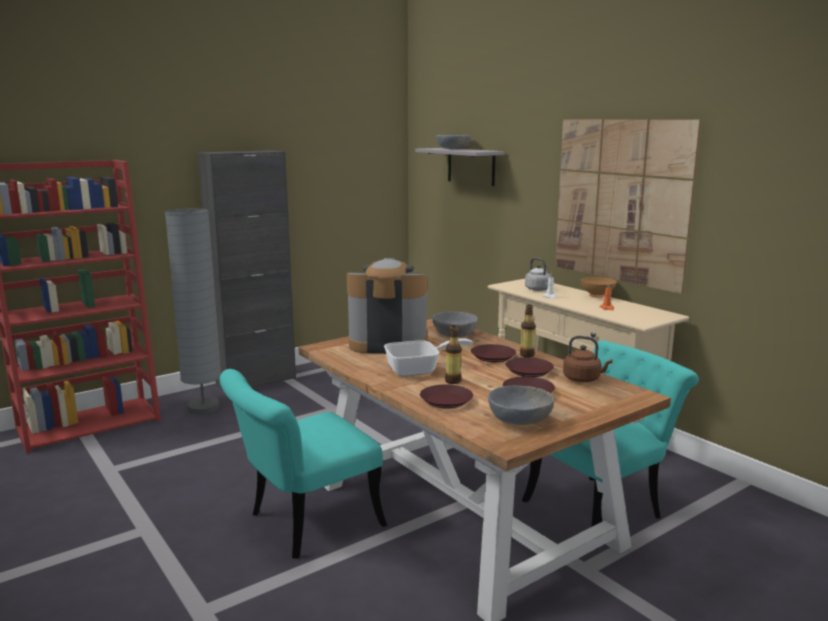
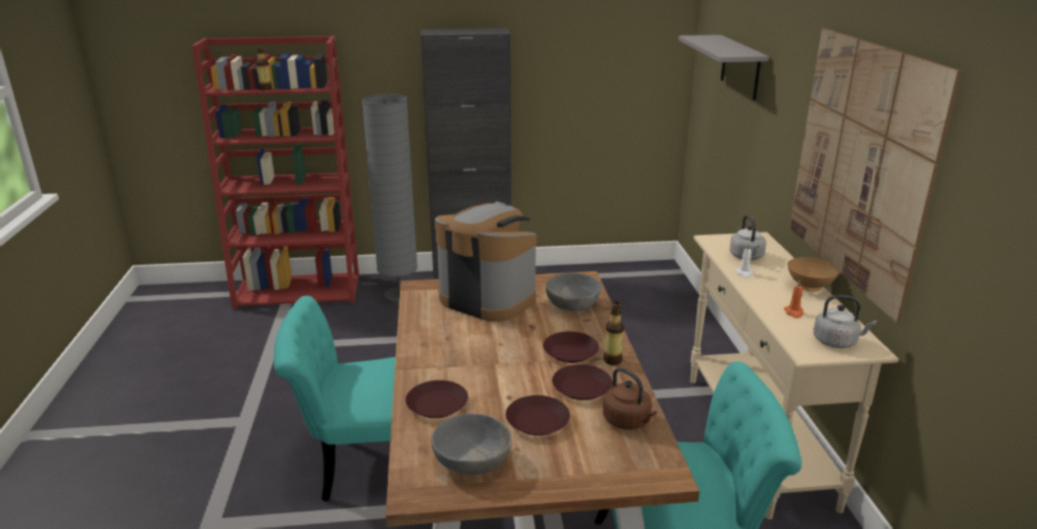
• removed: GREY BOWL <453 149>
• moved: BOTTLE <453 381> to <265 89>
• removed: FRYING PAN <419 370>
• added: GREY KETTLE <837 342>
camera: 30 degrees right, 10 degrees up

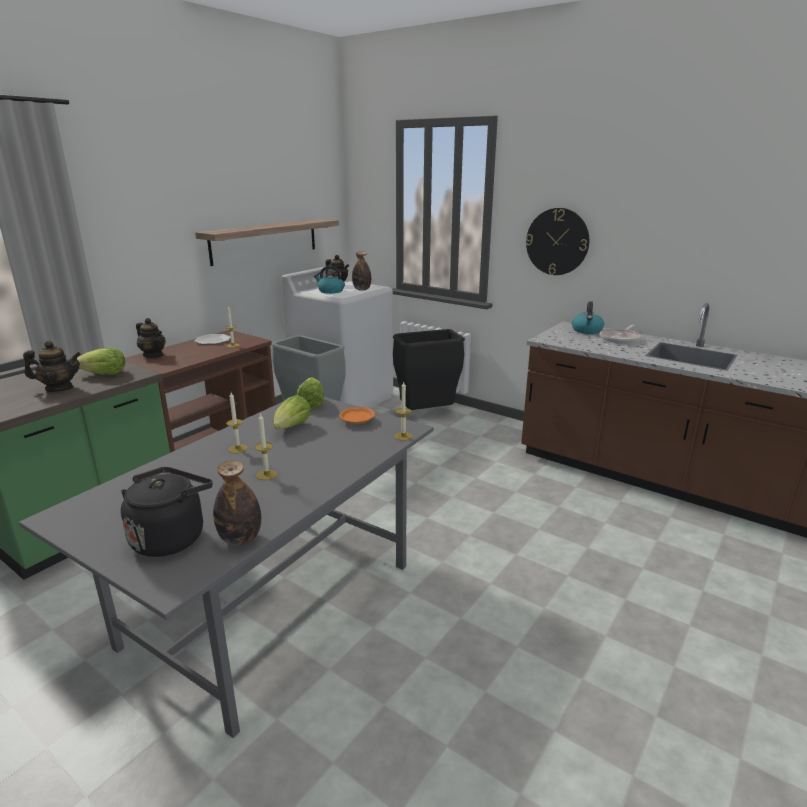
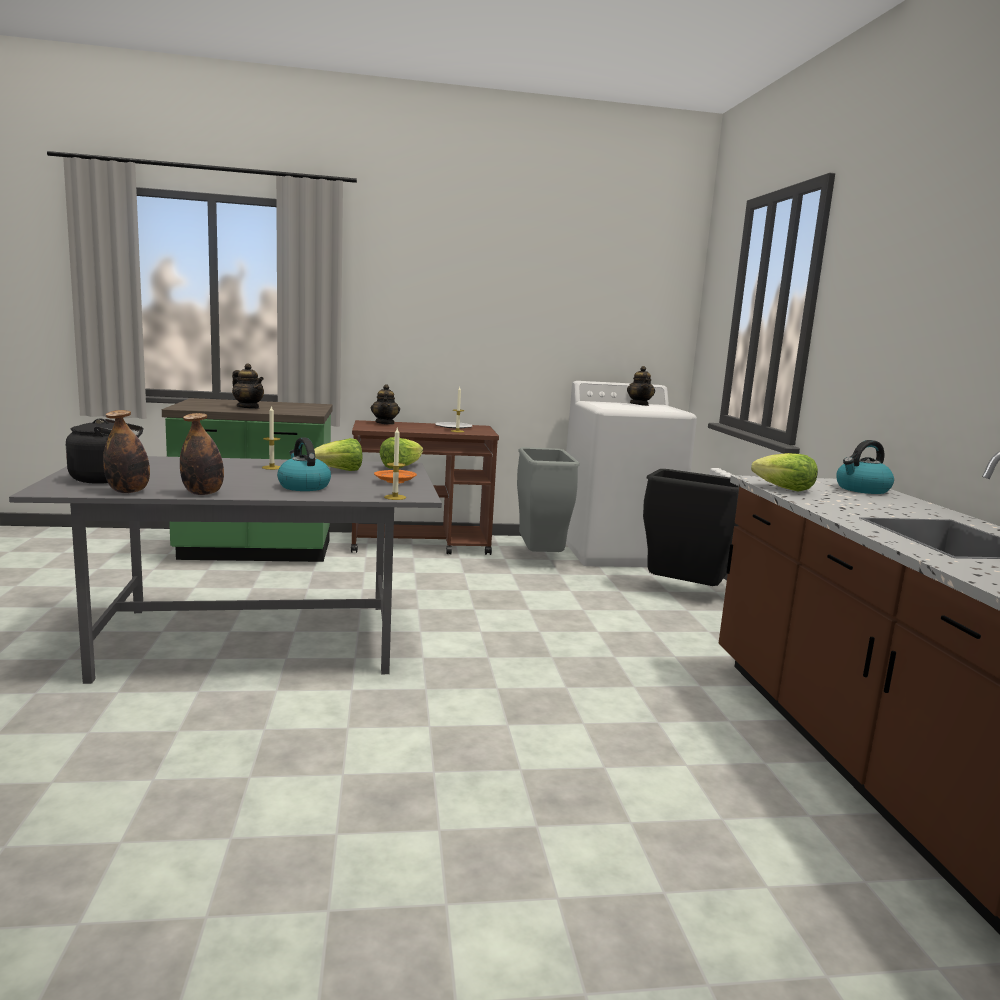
• removed: WALL CLOCK <557 241>
• removed: SHELF <265 241>
• moved: BOTTLE <362 289> to <203 493>
• moved: KETTLE <330 291> to <303 486>
• removed: FRYING PAN <620 339>
• moved: LETTUCE <105 374> to <784 489>
• removed: CANDLE <266 474>
camera: 45 degrees right, 10 degrees down

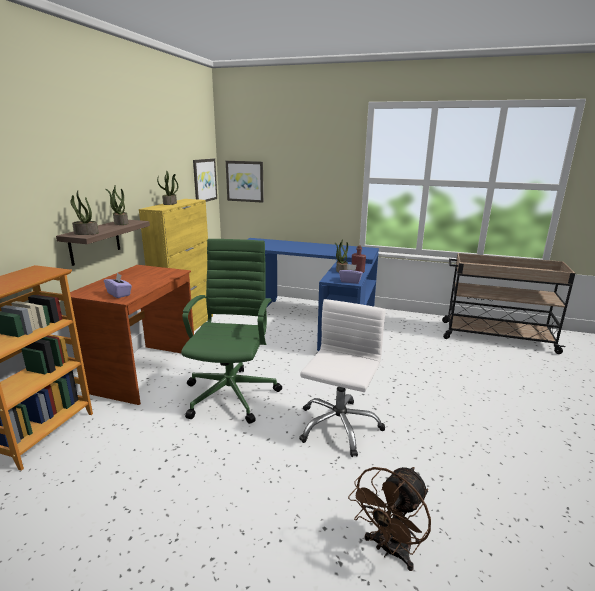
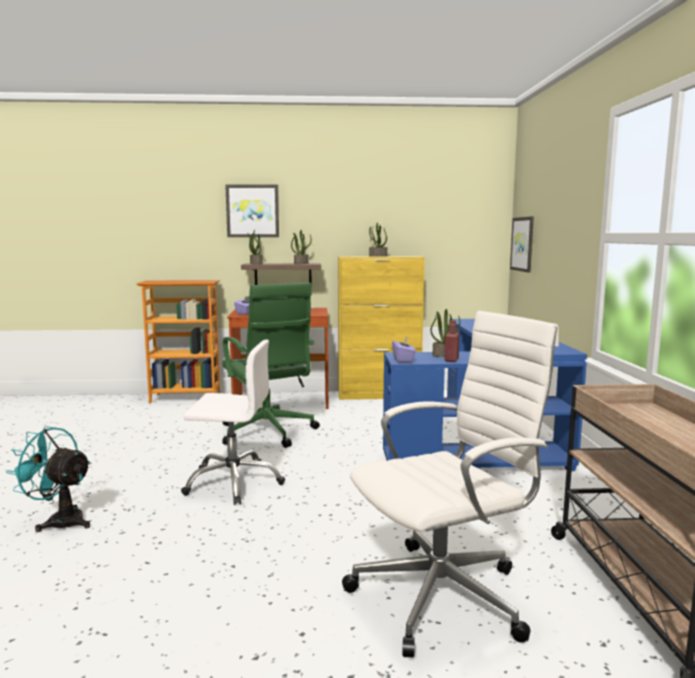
• moved: PICTURE <204 180> to <252 211>
• turned: GREEN OFFICE CHAIR <232 393> = <268 433> 75 degrees clockwise
• recoloured: BROWN FAN <389 550> to TURQUOISE FAN <60 520>
• added: WHITE OFFICE CHAIR <445 595>
camera: 70 degrees right, 10 degrees down

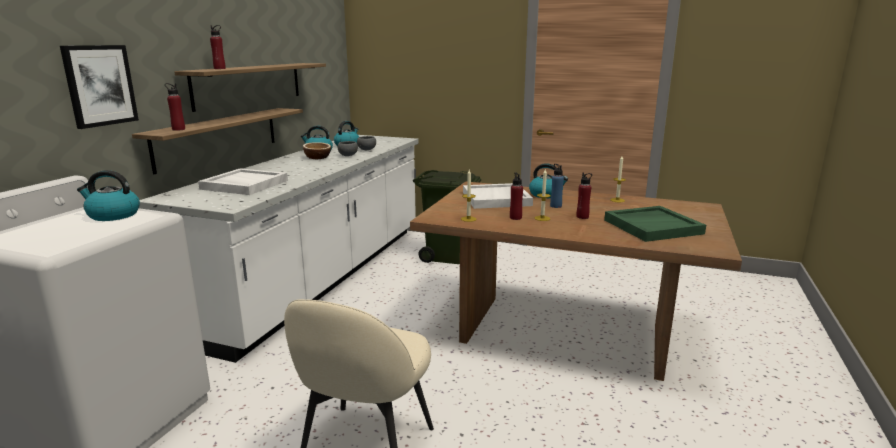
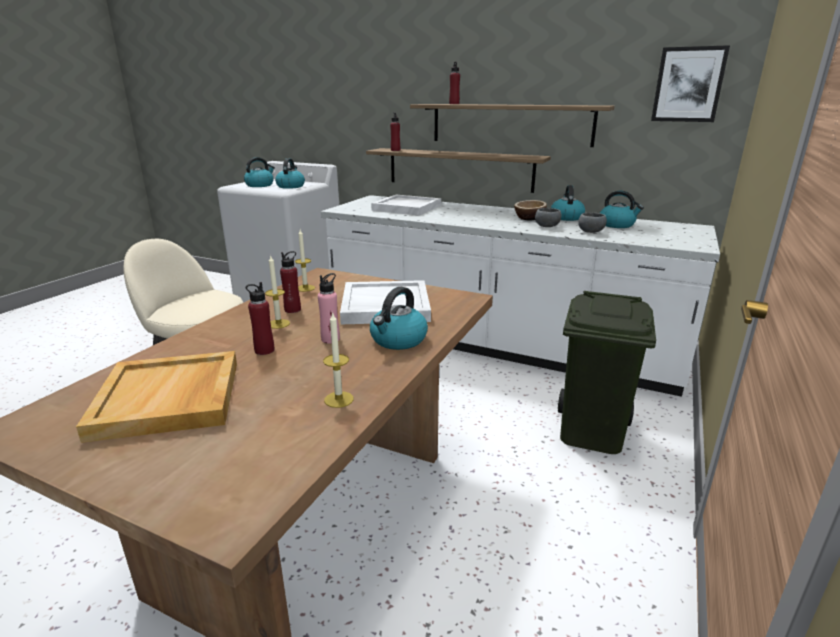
• moved: PICTURE <100 85> to <688 85>
• recoloured: BLUE BOTTLE <556 206> to PINK BOTTLE <330 339>
• recoloured: GREEN TRAY <652 226> to BEIGE TRAY <170 399>
• added: KETTLE <260 185>
camera: 95 degrees right, 5 degrees up

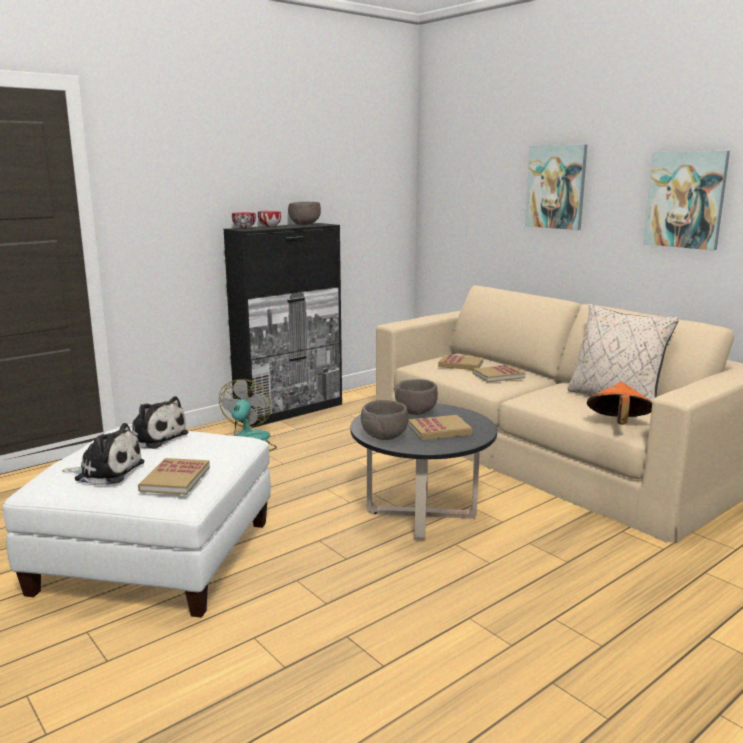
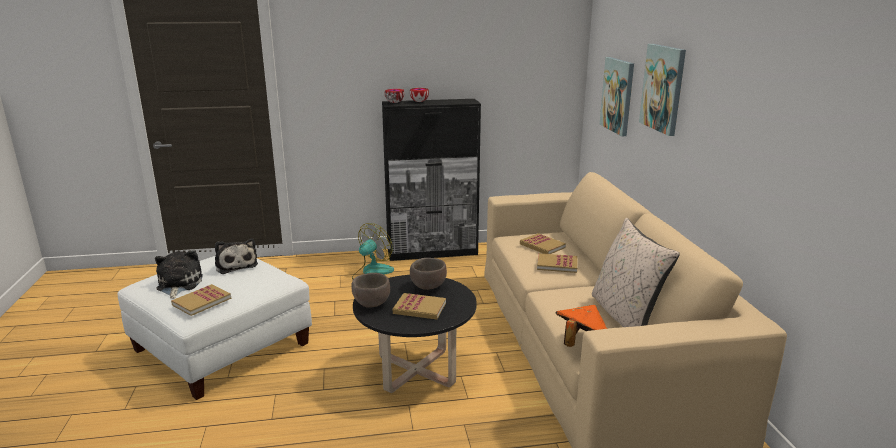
• moved: PICTURE <685 199> to <618 95>
• removed: BROWN BOWL <305 224>
• turned: PLUSH TOY <106 471> = <178 284> 135 degrees counterclockwise
camera: 30 degrees right, 5 degrees up

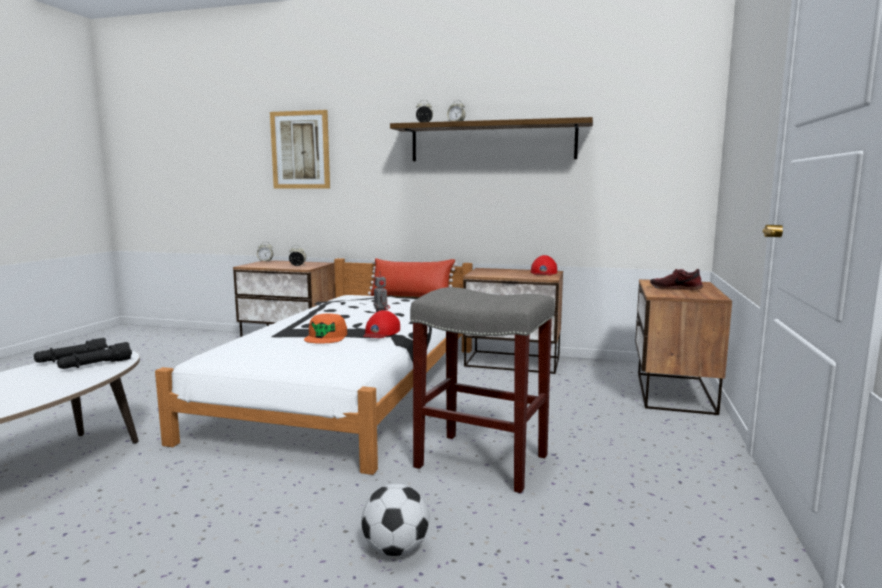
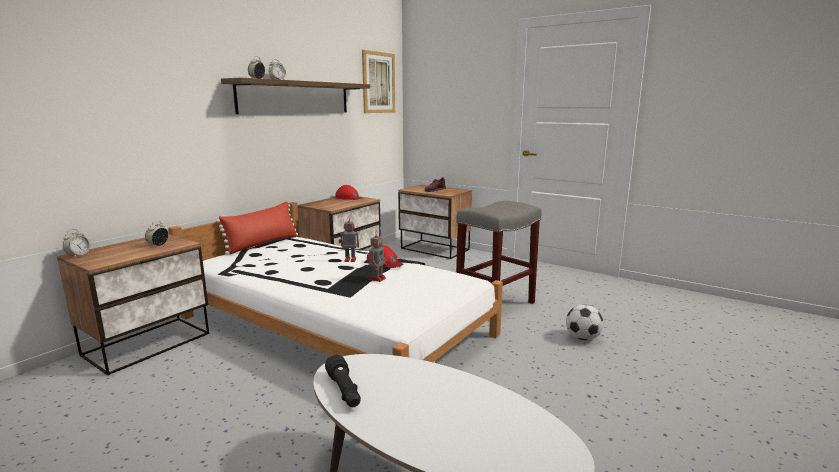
• moved: PICTURE <300 150> to <378 82>
• replaced: ORANGE CAP <326 337> to TOY ROBOT <377 278>
• removed: BLACK FLASHLIGHT <95 365>
camera: 70 degrees left, 5 degrees up

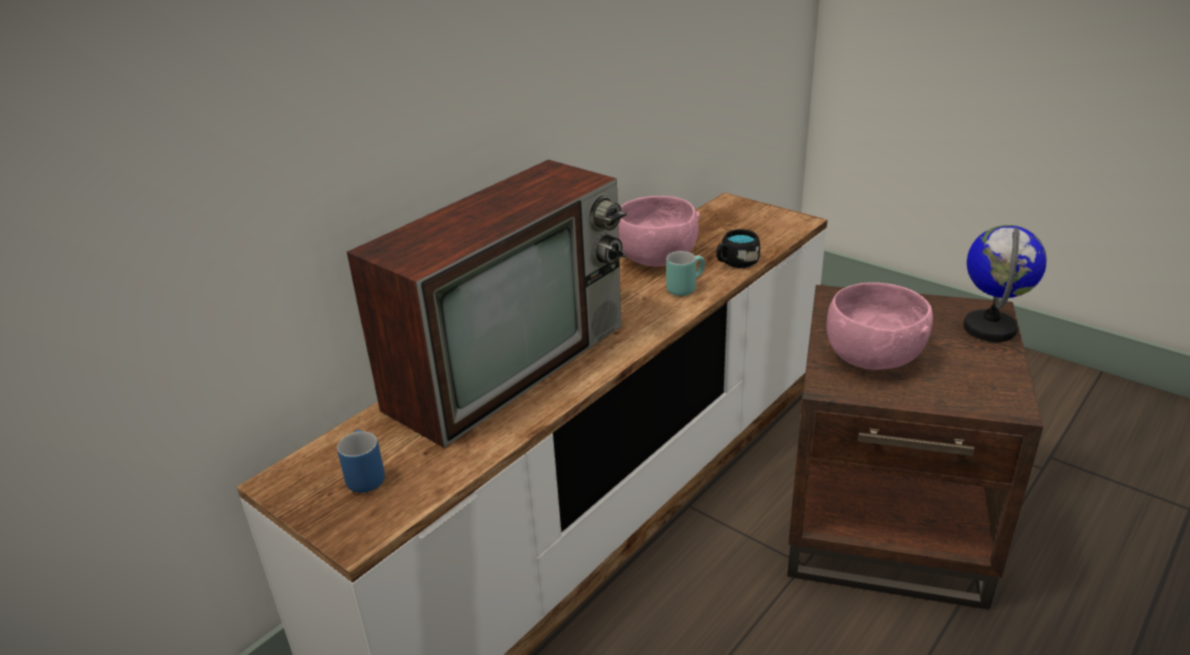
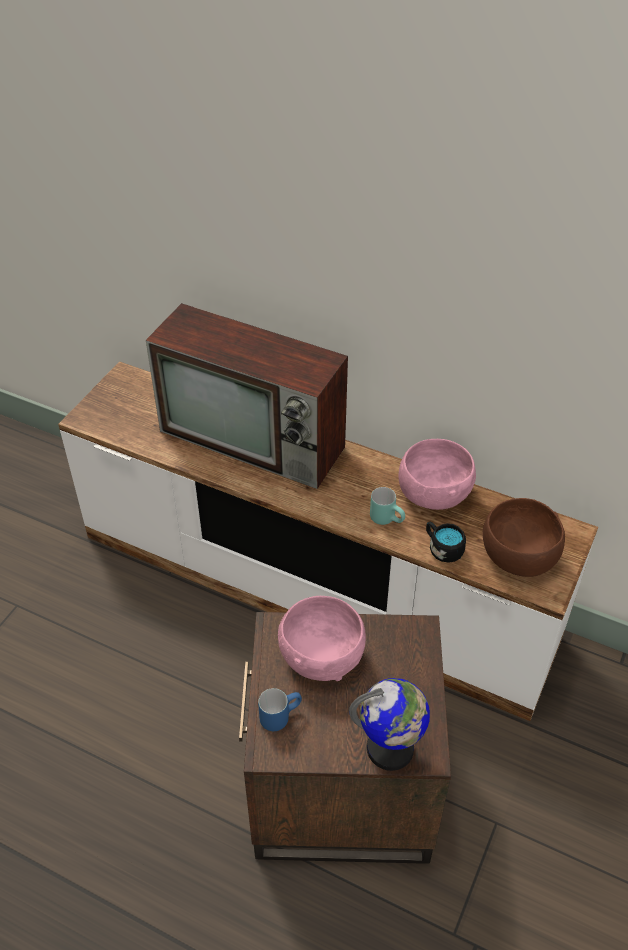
• moved: BLUE MUG <362 476> to <279 715>
• added: BROWN BOWL <519 557>
camera: 75 degrees right, 15 degrees up

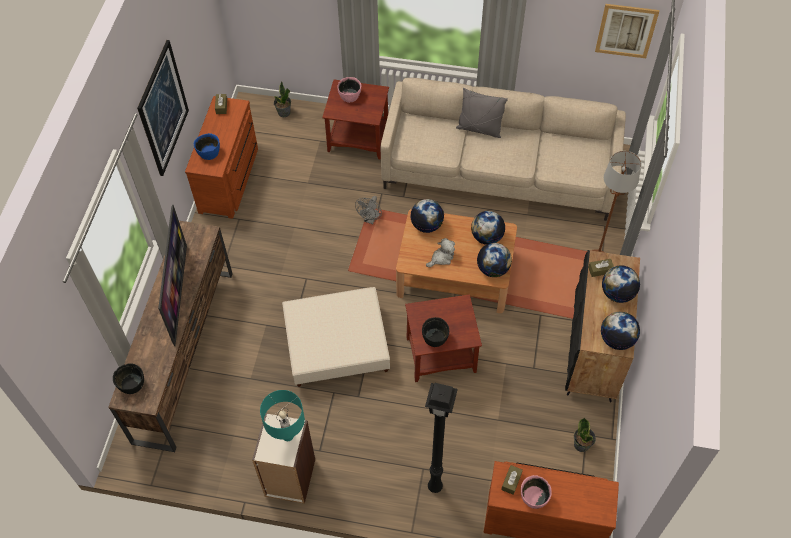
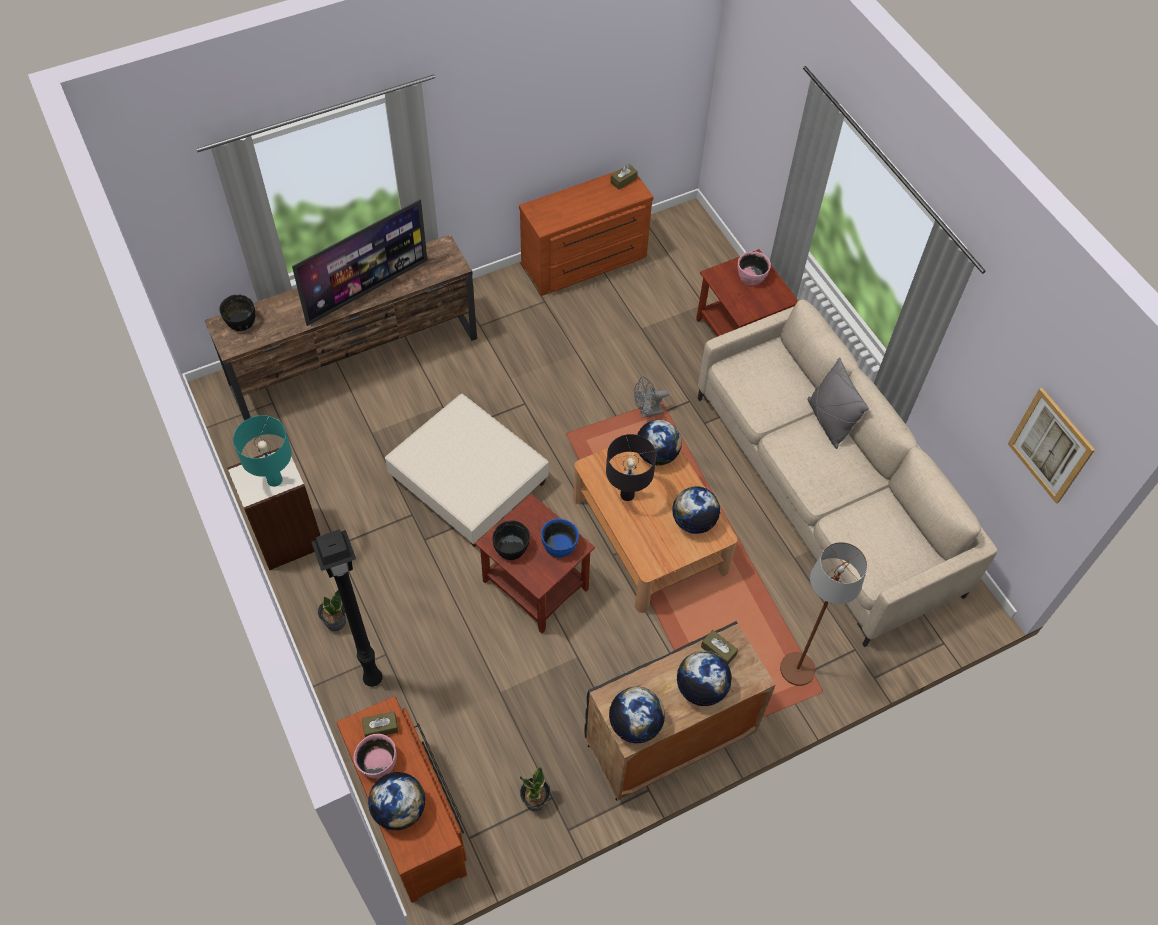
• removed: PICTURE <163 109>
• moved: POTTED PLANT <284 112> to <335 622>
• moved: BLUE BOWL <208 152> to <559 545>
• replaced: PLUSH TOY <441 258> to BLACK TABLE LAMP <627 495>
• moved: GLOBE <493 269> to <399 809>
camera: 50 degrees right, 0 degrees up

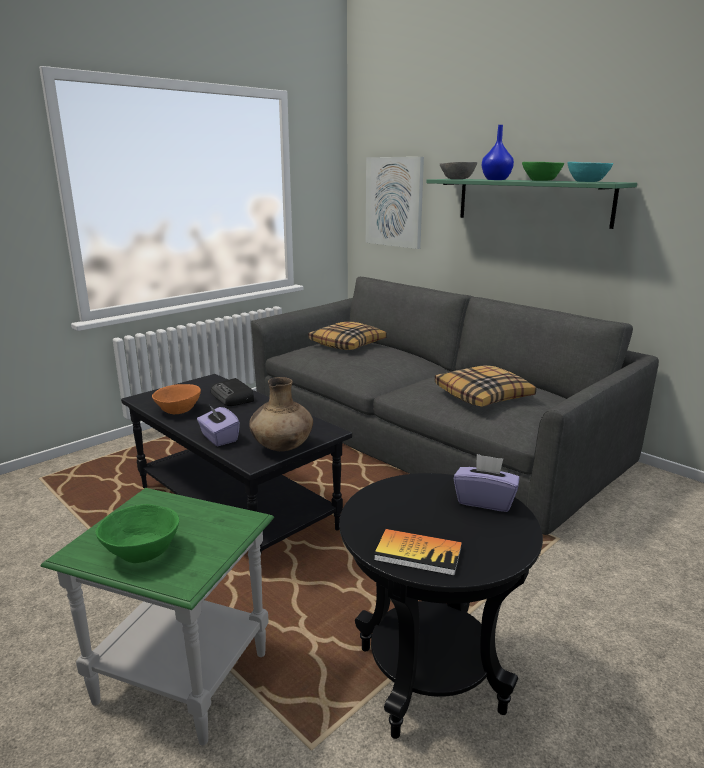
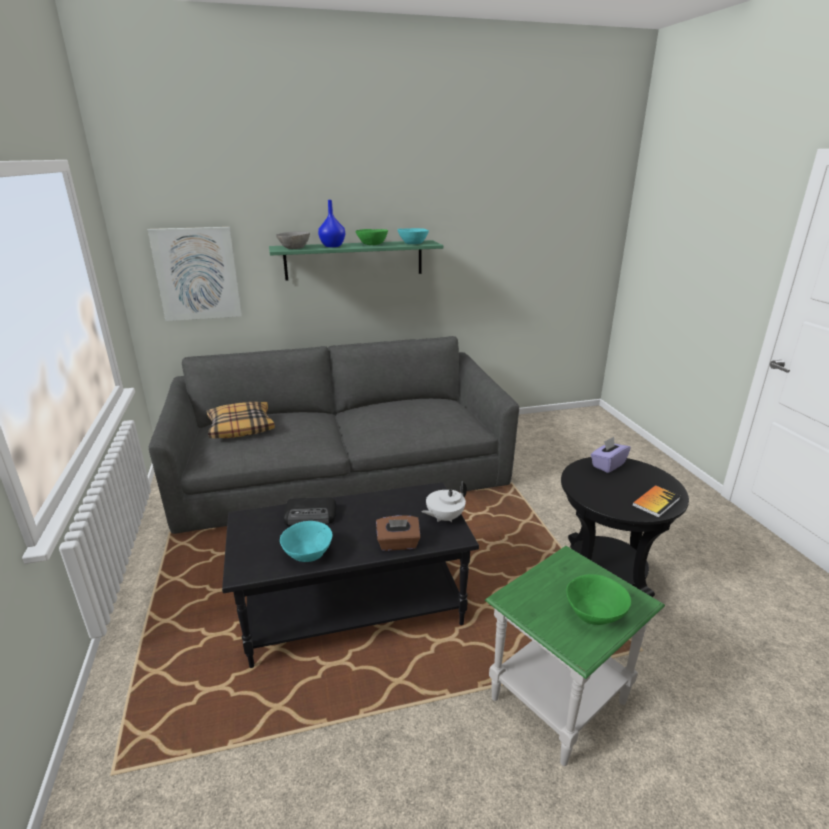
• removed: PILLOW <483 396>
• replaced: BROWN VASE <282 447> to WHITE TEAPOT <444 517>
• recoloured: ORANGE BOWL <178 410> to TURQUOISE BOWL <307 554>
• recoloured: PURPLE TISSUE BOX <219 438> to BROWN TISSUE BOX <398 544>
camera: 60 degrees left, 5 degrees up

